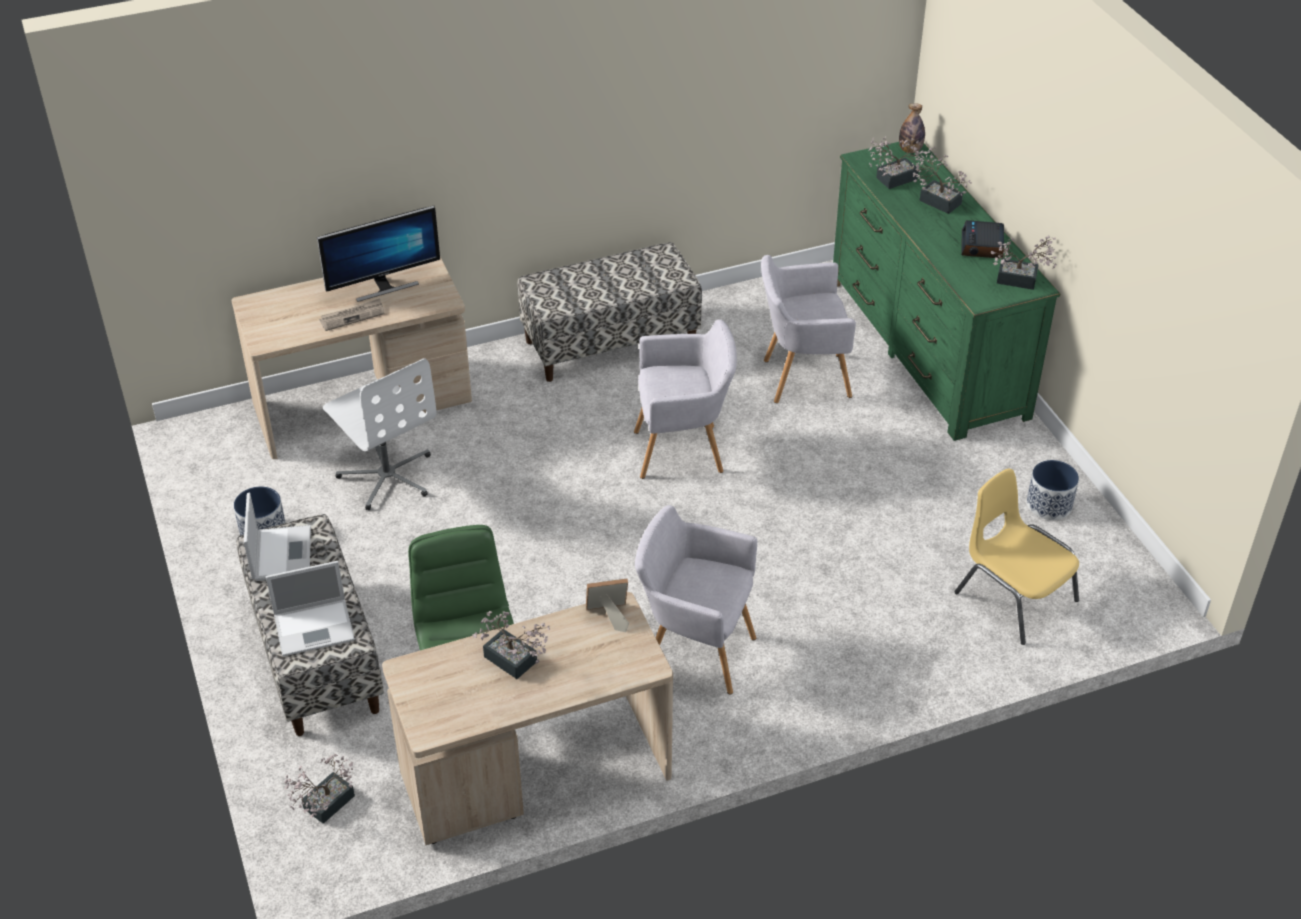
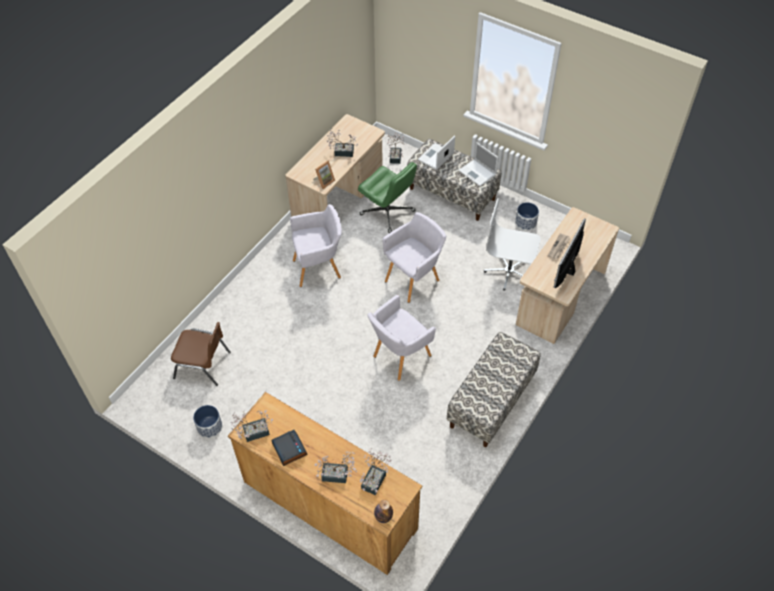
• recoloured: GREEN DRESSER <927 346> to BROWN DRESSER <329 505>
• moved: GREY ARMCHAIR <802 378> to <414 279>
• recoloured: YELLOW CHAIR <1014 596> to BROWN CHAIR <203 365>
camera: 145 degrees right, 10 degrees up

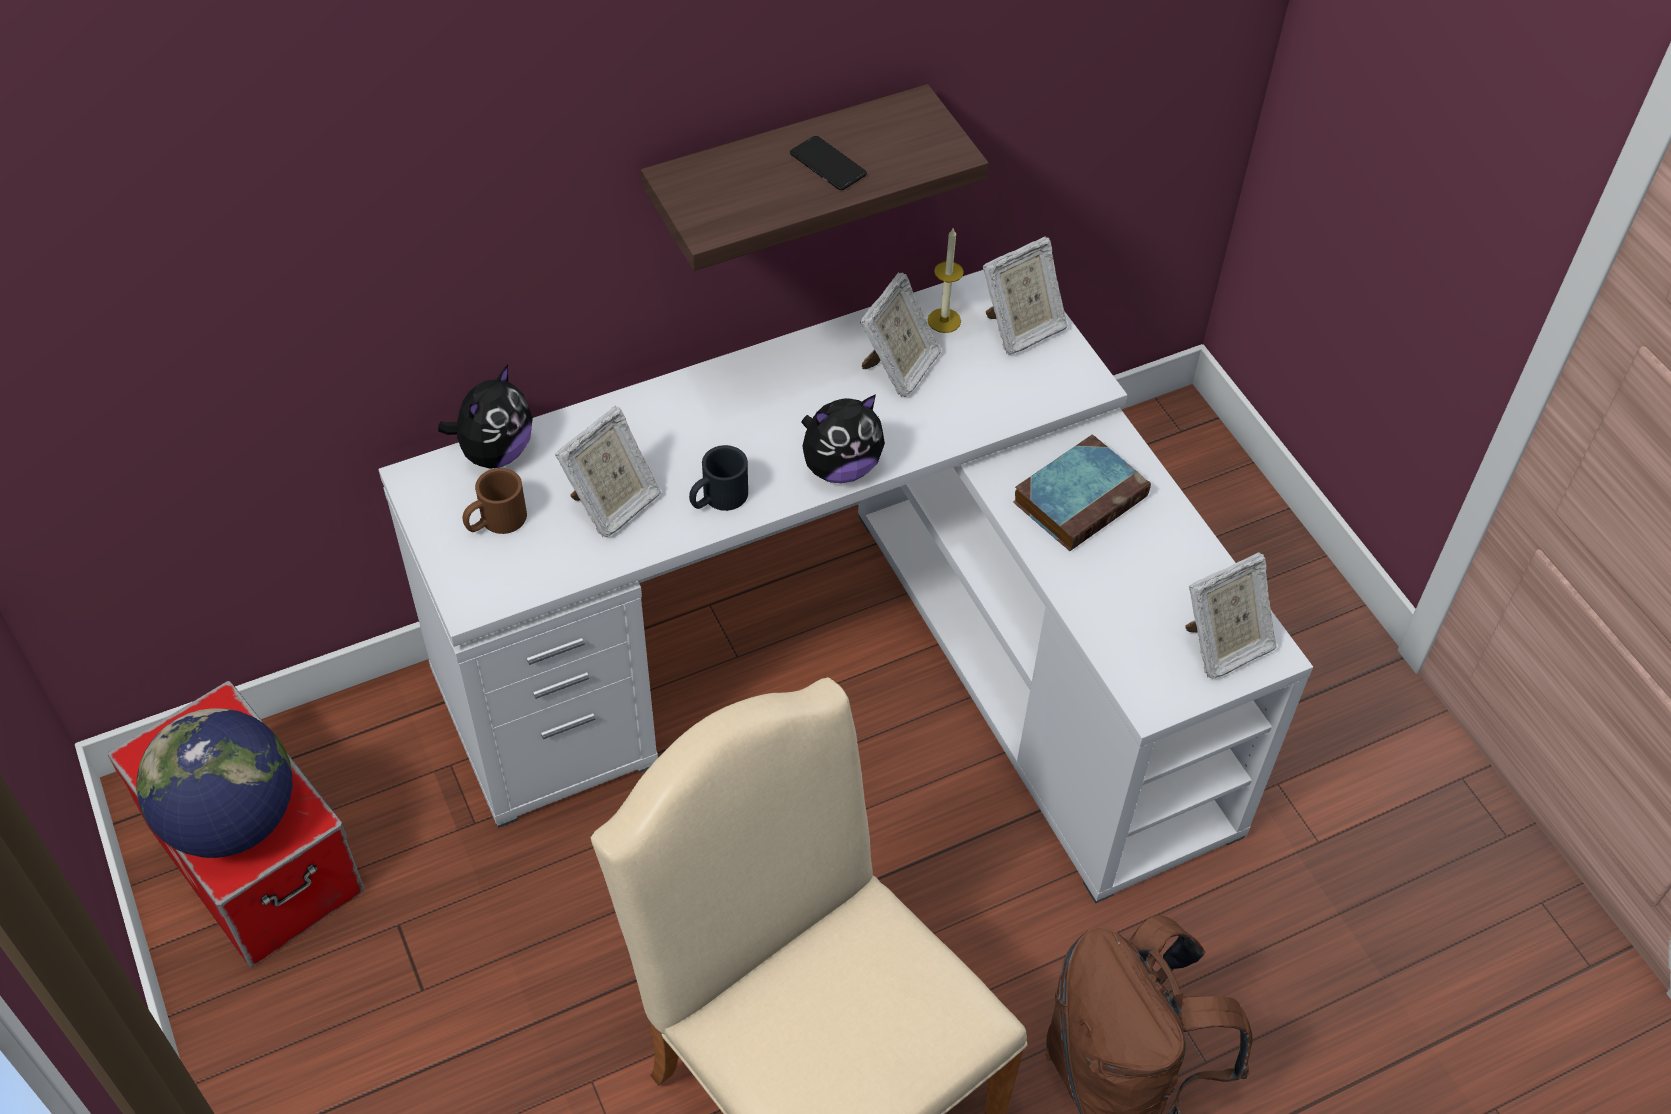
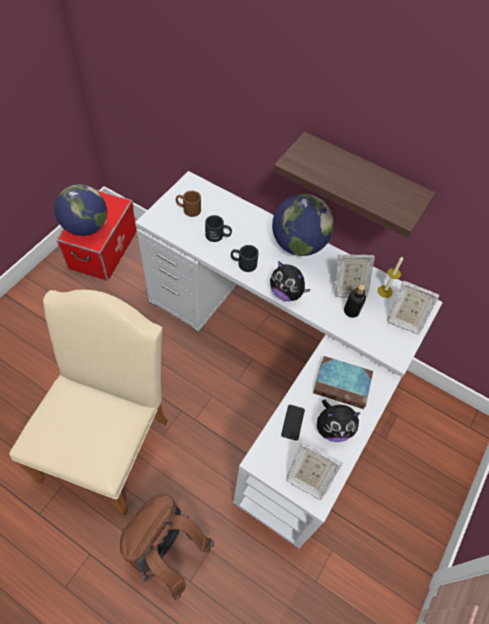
• moved: PHONE <828 164> to <292 422>
• moved: PLUSH TOY <495 452> to <333 428>
• replaced: PICTURE FRAME <612 505> to BLACK MUG <218 236>
• added: GLOBE <298 244>
• added: BOTTLE <351 311>
camera: 55 degrees right, 5 degrees up

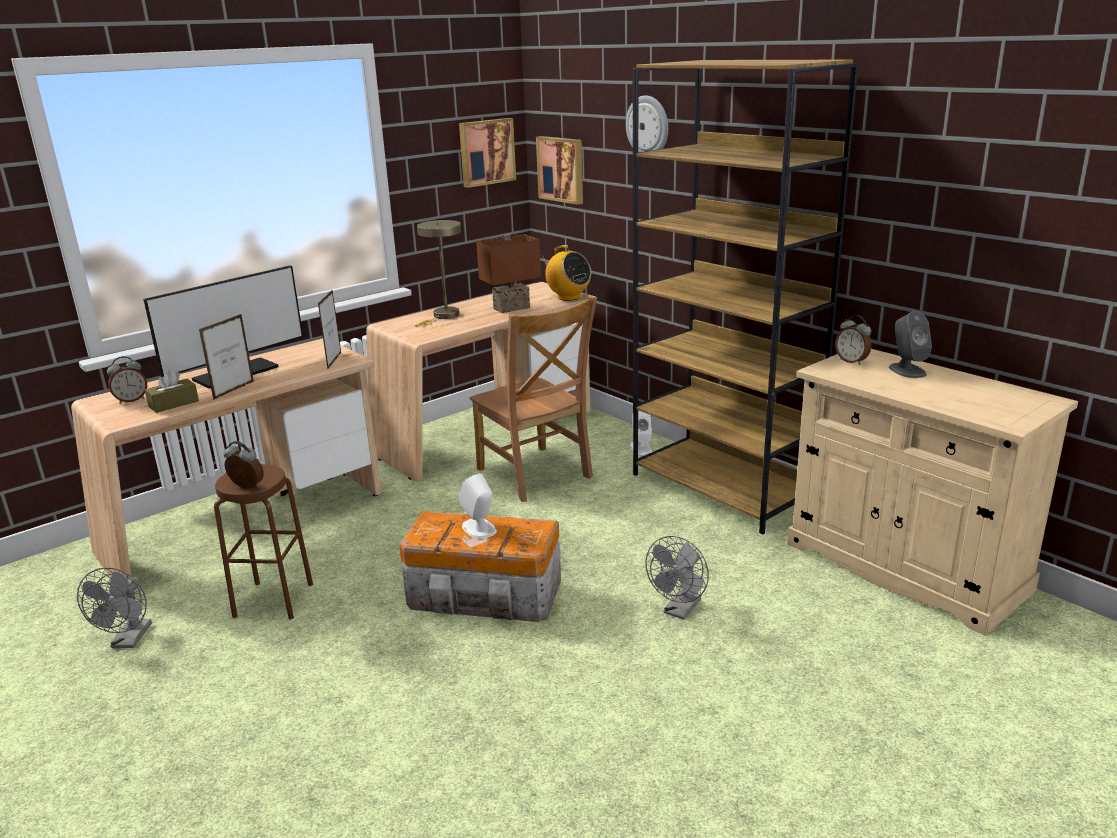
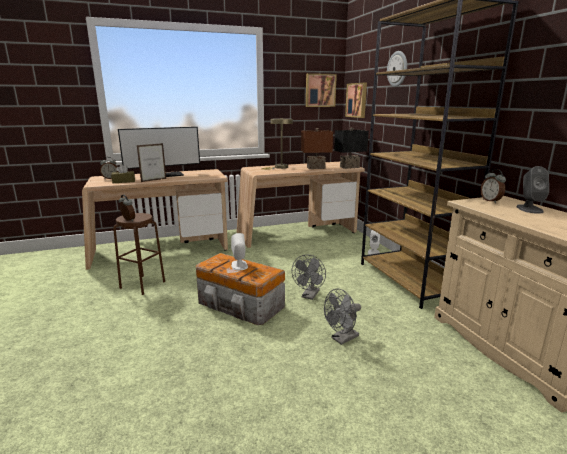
• replaced: RADIO <568 297> to BLACK TABLE LAMP <349 167>
• removed: PICTURE FRAME <334 361>
• removed: BROWN CHAIR <535 475>
• moved: GREY FAN <129 640> to <309 296>
camera: 20 degrees right, 5 degrees down

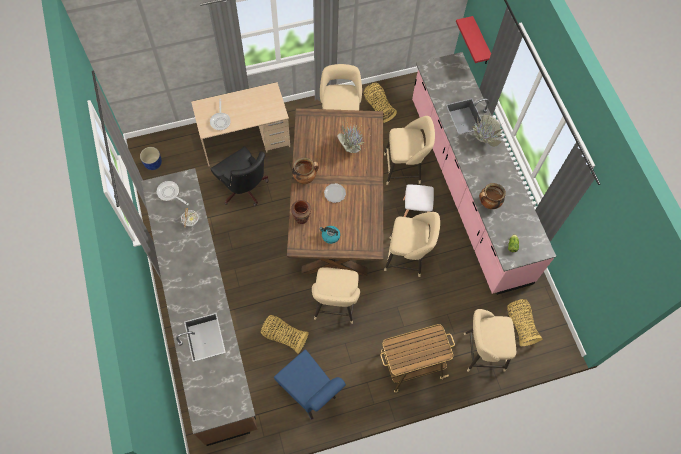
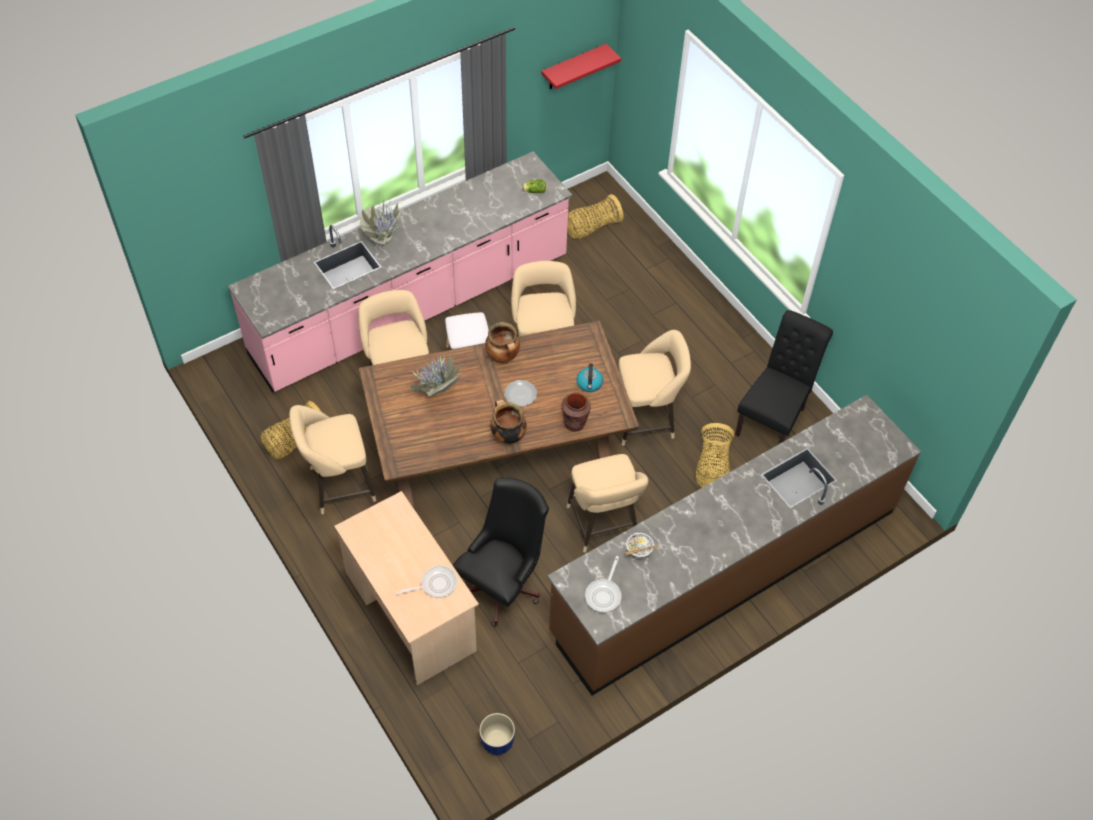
• moved: RED SHELF <480 42> to <573 67>
• moved: COOKING POT <488 203> to <503 357>
• moved: BEIGE STOOL <481 352> to <604 526>
• removed: CART <410 365>
• recoloured: BLUE CHAIR <310 393> to BLACK CHAIR <773 418>
camera: 105 degrees left, 10 degrees down

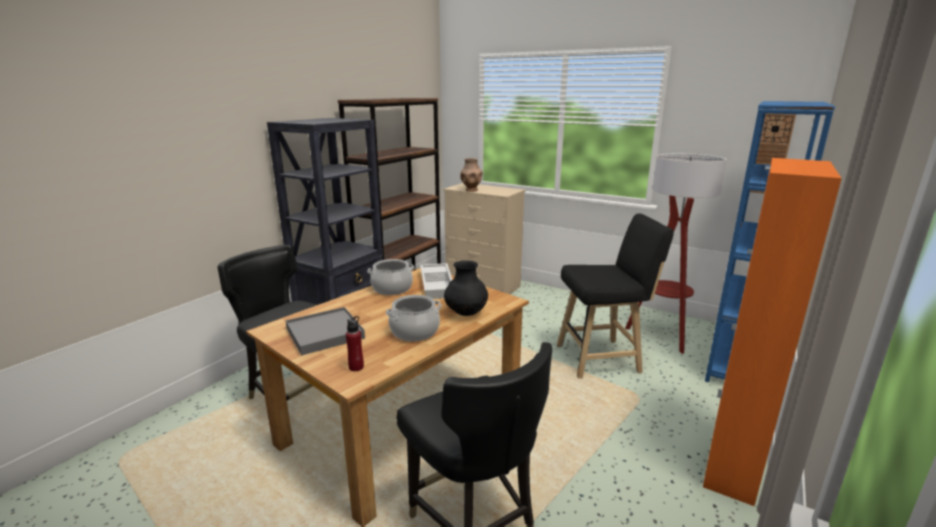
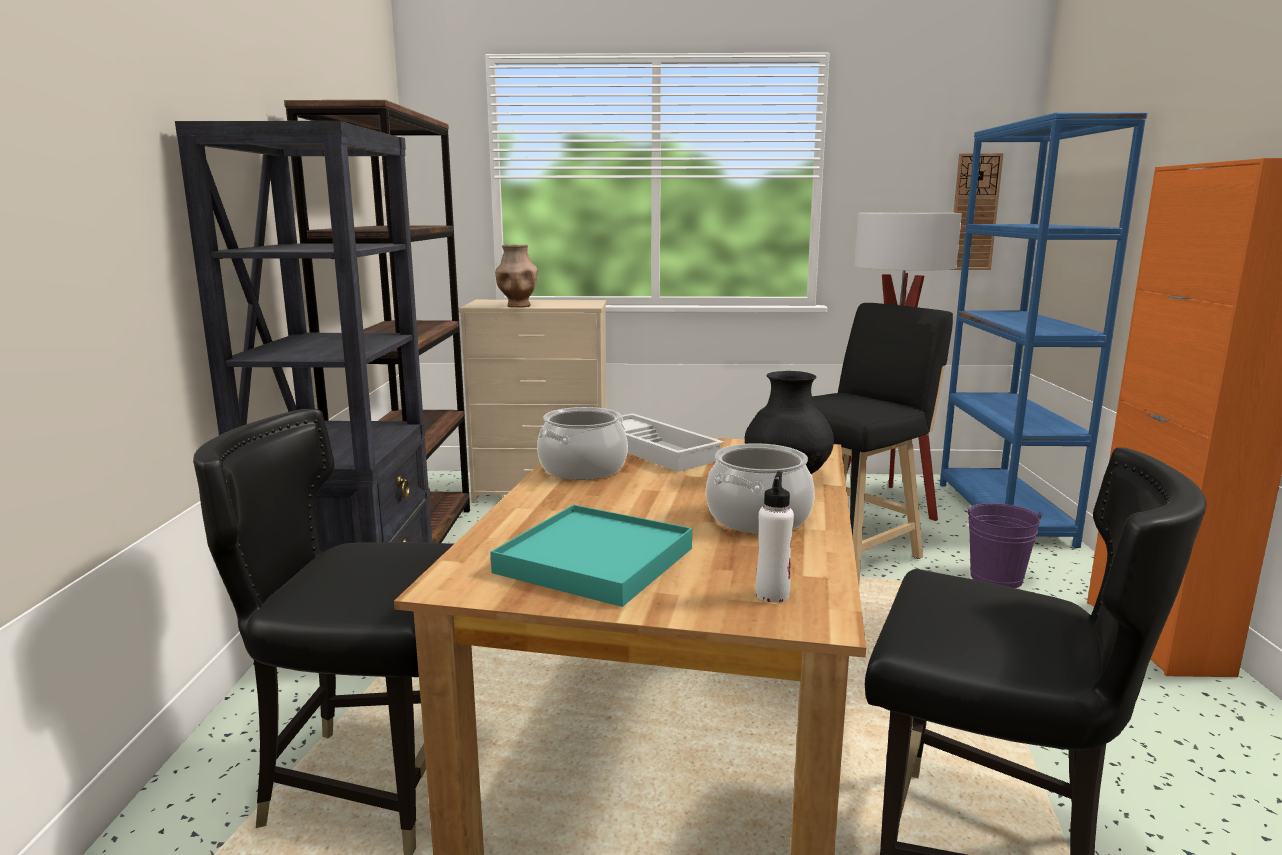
• recoloured: GREY TRAY <325 333> to TURQUOISE TRAY <595 560>
• recoloured: RED BOTTLE <356 367> to WHITE BOTTLE <772 594>
• added: PURPLE BUCKET <996 578>
camera: 30 degrees left, 5 degrees down

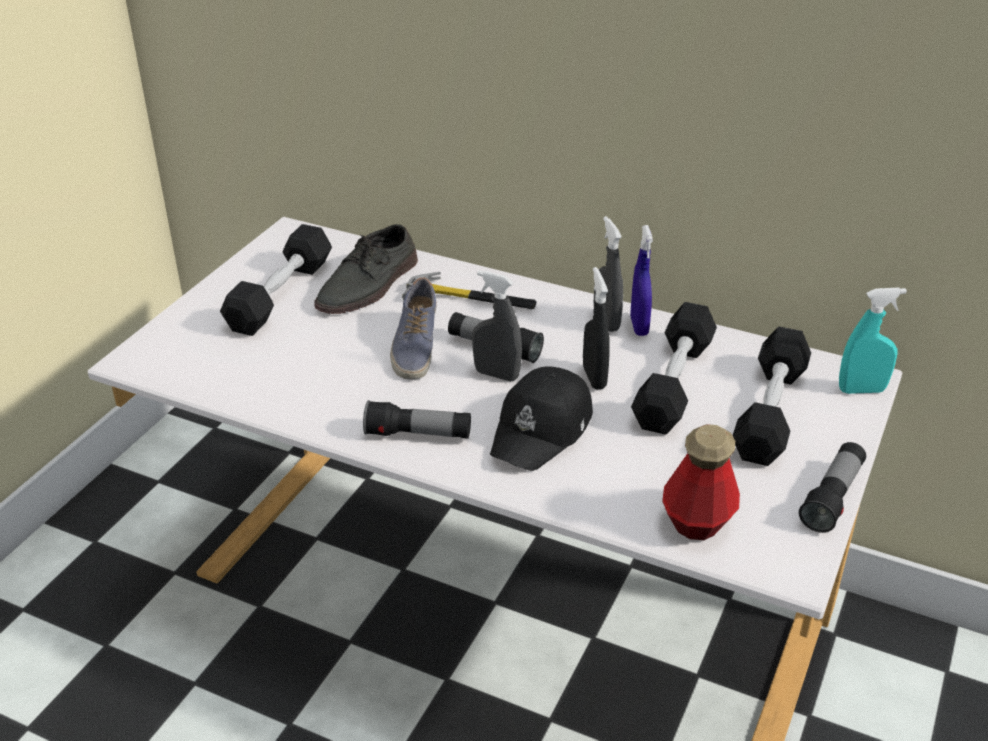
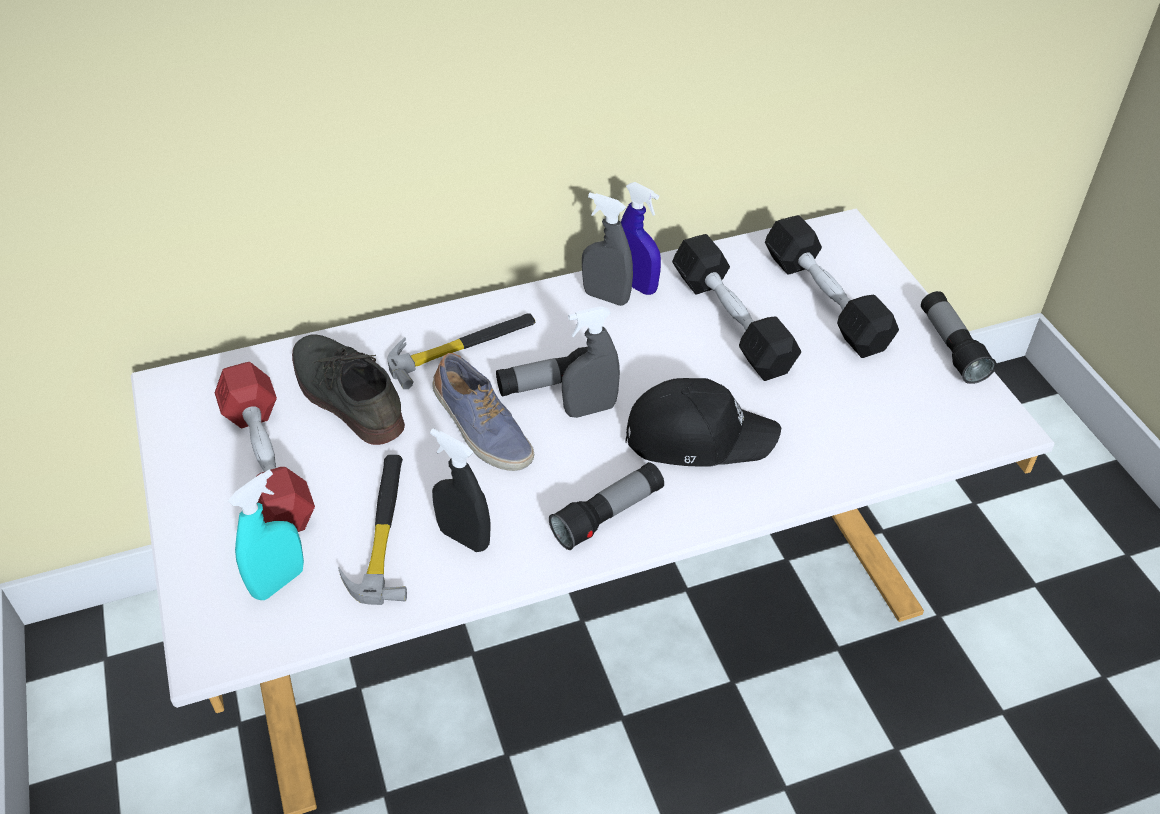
• recoloured: BLACK DUMBBELL <280 295> to RED DUMBBELL <267 464>
• turned: GREY SHOE <369 285> = <345 394> 150 degrees clockwise
• moved: BLACK SPRAY BOTTLE <594 377> to <464 538>
• moved: TURQUOISE SPRAY BOTTLE <861 390> to <279 582>
• turned: BLACK CAP <543 430> = <697 436> 75 degrees counterclockwise
• removed: BOTTLE <697 521>
• added: HAMMER <382 529>
camera: 45 degrees left, 10 degrees up

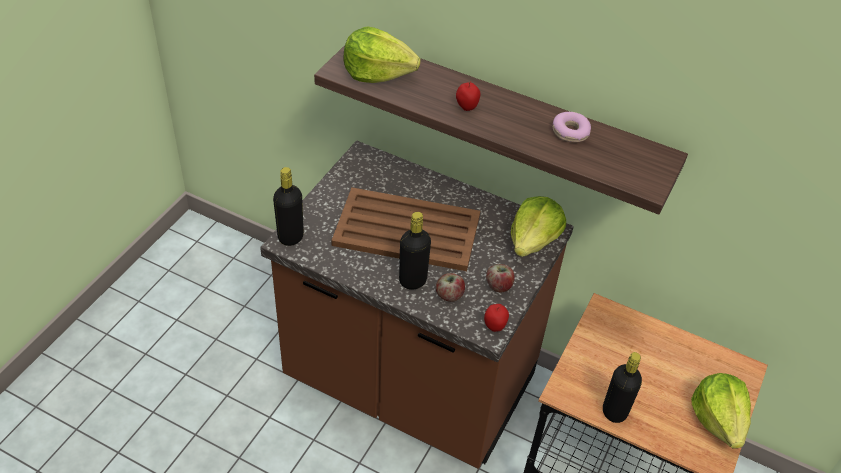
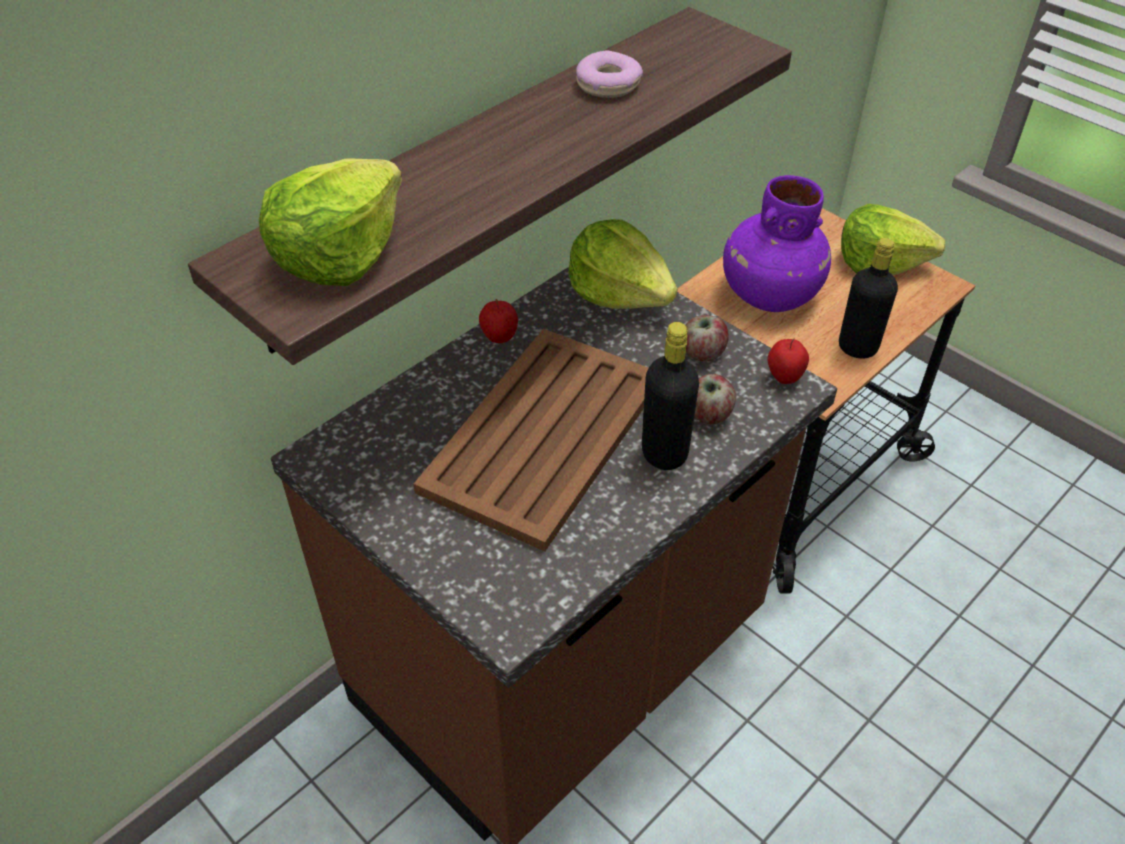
• moved: APPLE <466 108> to <499 339>
• removed: BLACK BOTTLE <290 237>
• added: PURPLE VASE <769 294>
camera: 70 degrees left, 0 degrees up

